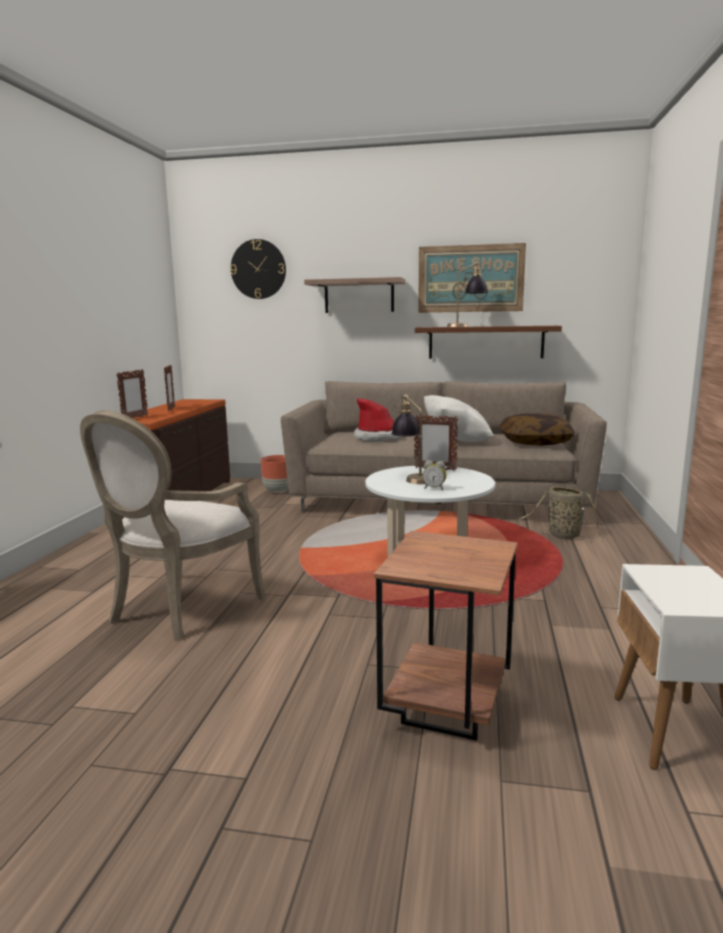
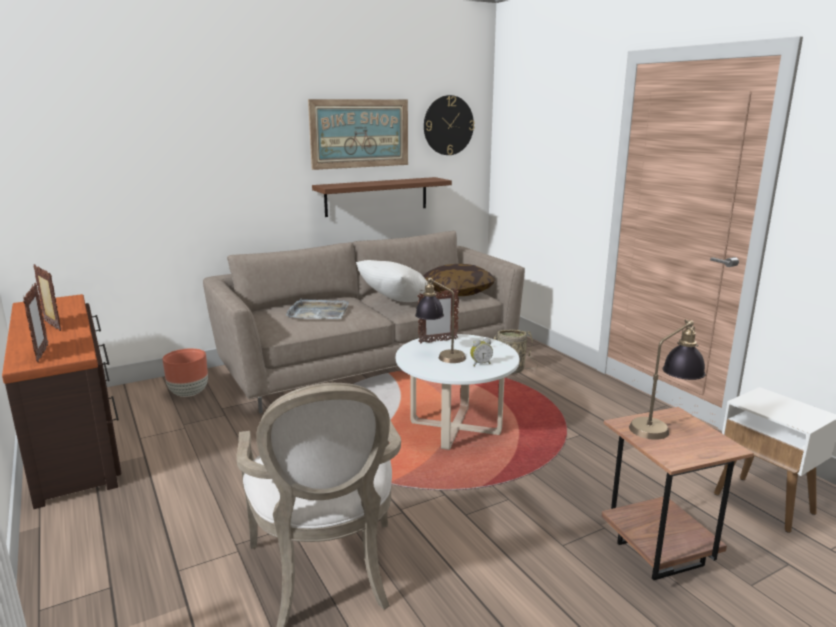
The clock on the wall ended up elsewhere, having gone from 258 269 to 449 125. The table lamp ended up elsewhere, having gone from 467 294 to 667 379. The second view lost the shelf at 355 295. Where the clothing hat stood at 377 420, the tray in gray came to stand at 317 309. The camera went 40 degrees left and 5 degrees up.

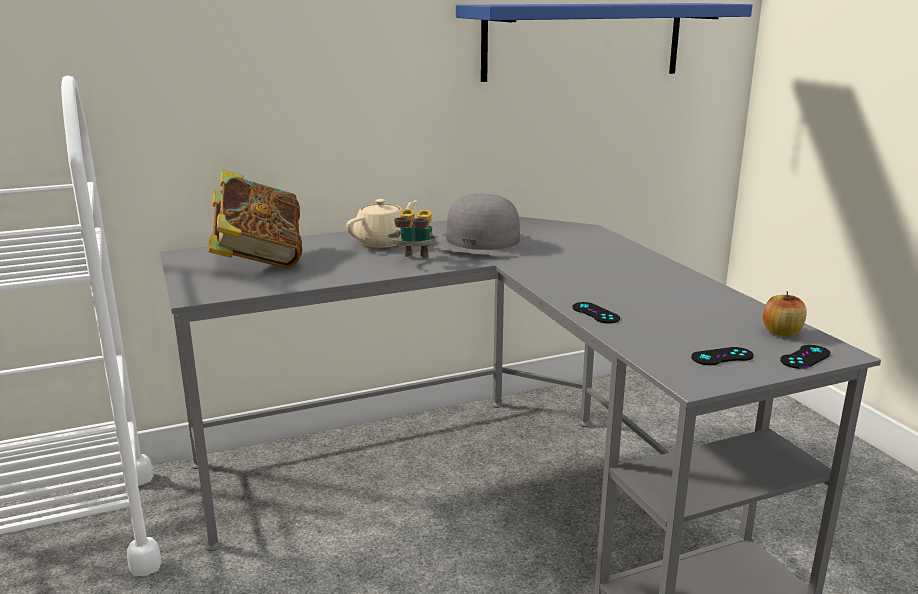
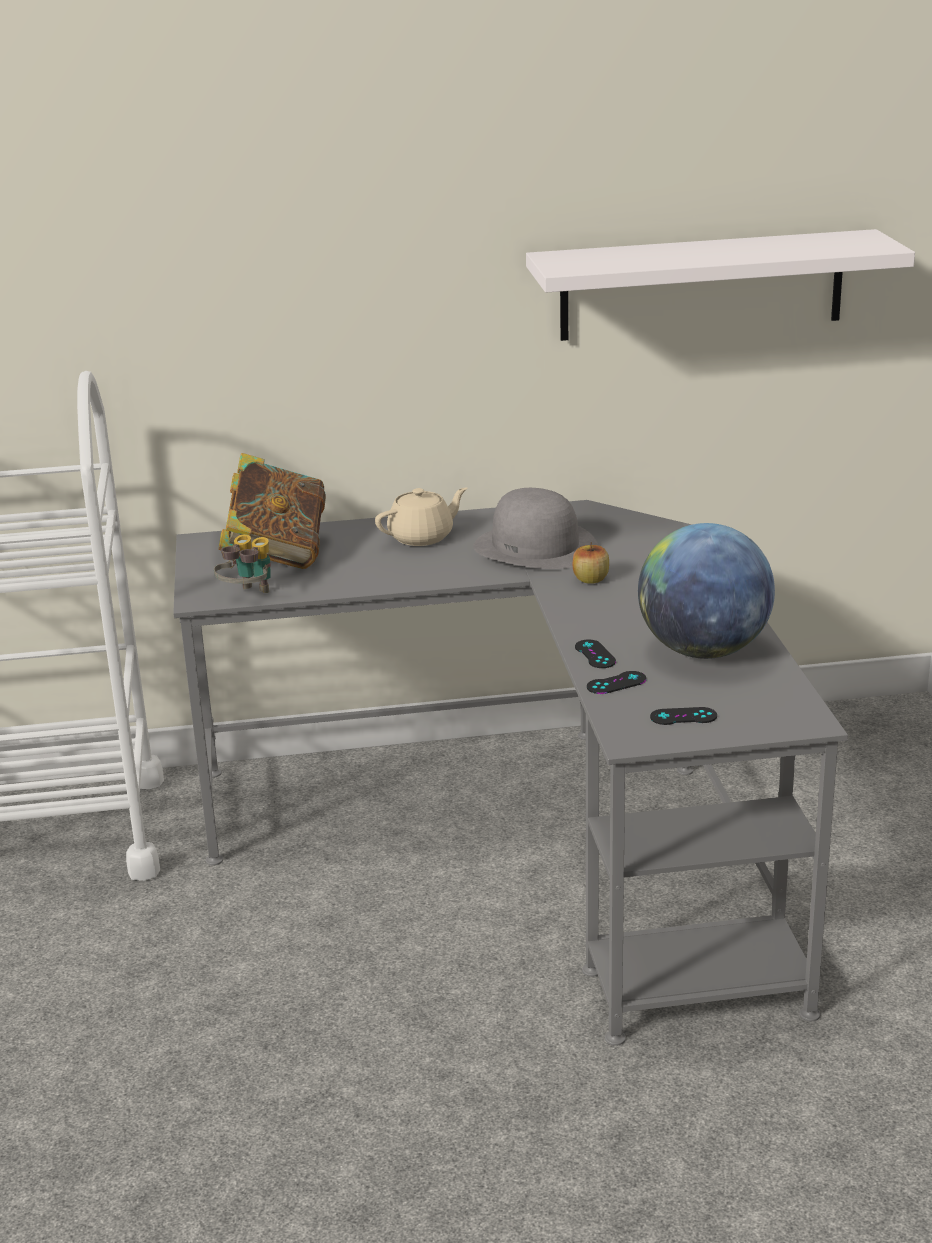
What was the shelf in blue at 604 42 turned into the shelf in white-coloured at 720 285. The binoculars ended up elsewhere, having gone from 411 233 to 242 563. The apple ended up elsewhere, having gone from 785 314 to 591 563. The game controller in black-coloured ended up elsewhere, having gone from 805 357 to 616 682. The second view gained the globe at 706 591. The camera went 15 degrees right and 5 degrees up.

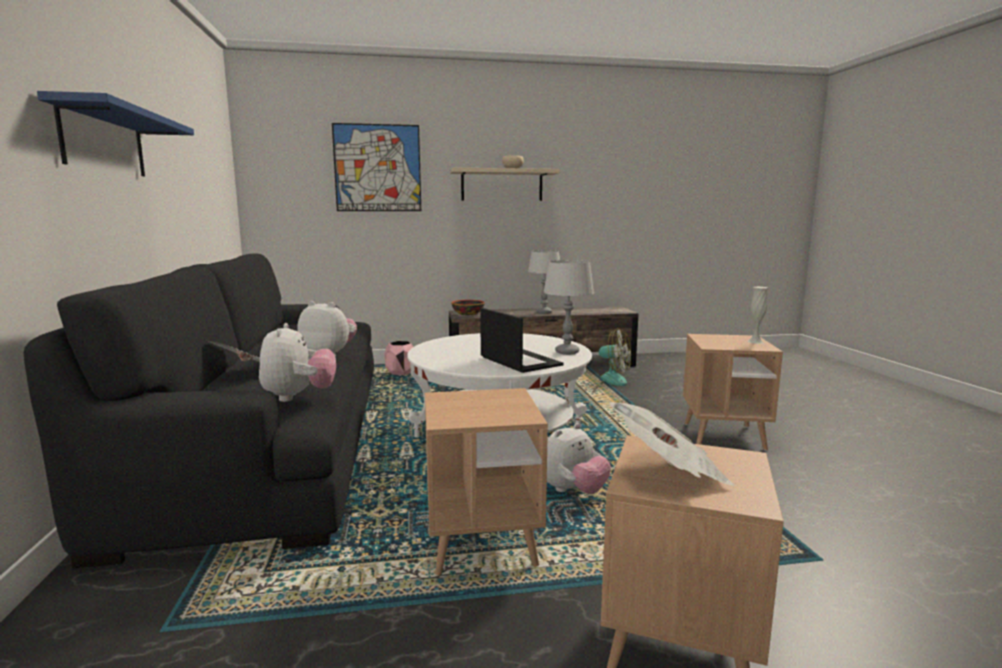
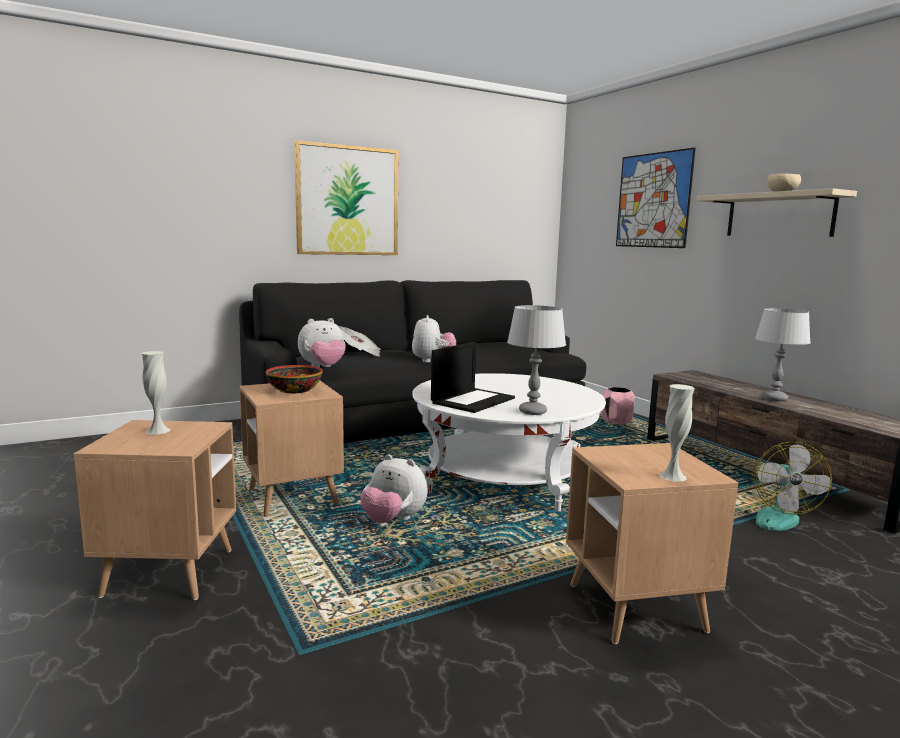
Where the shelf in blue hung at 115 133, the wall picture came to hang at 346 197. The deep dish ended up elsewhere, having gone from 468 307 to 294 379. Where the daily paper stood at 672 444, the flower vase in white-coloured came to stand at 155 392. The camera went 70 degrees right and 0 degrees up.

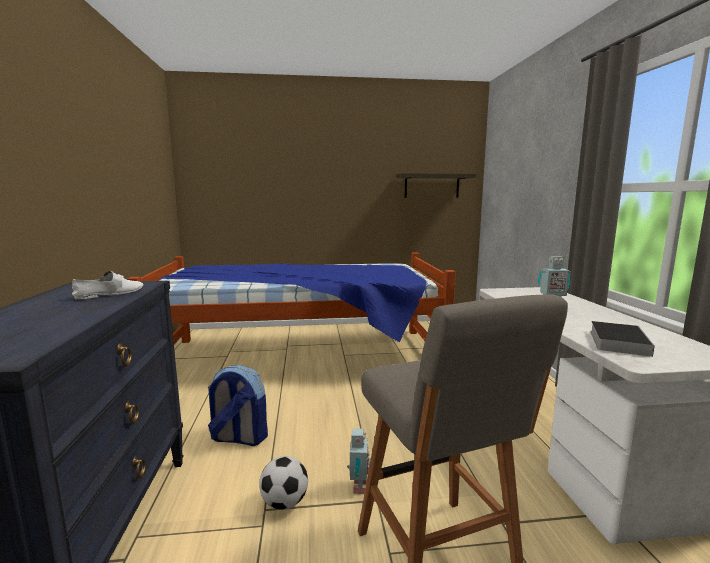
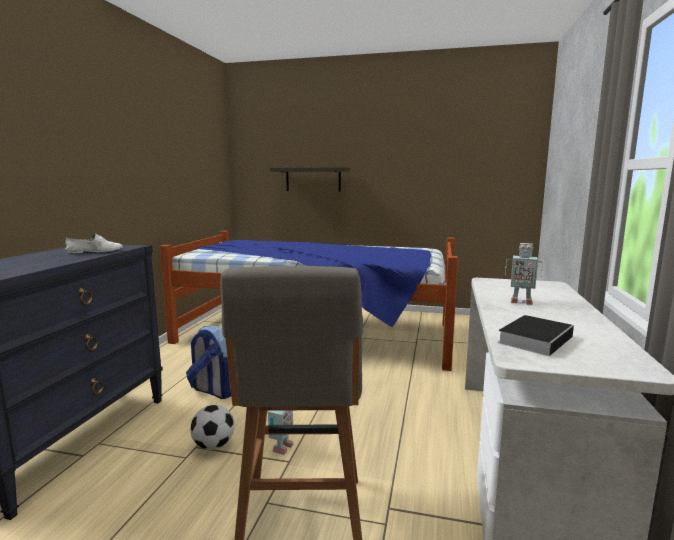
The shelf ended up elsewhere, having gone from 436 185 to 309 179. The camera went 20 degrees right and 0 degrees up.

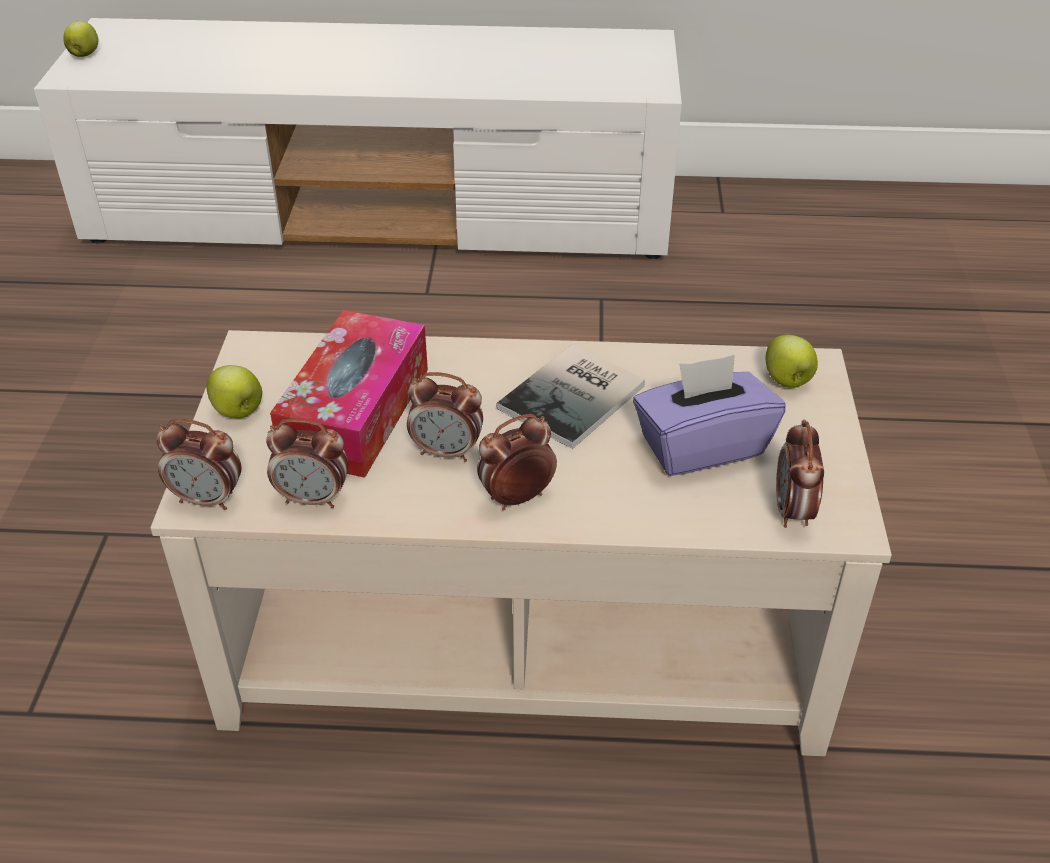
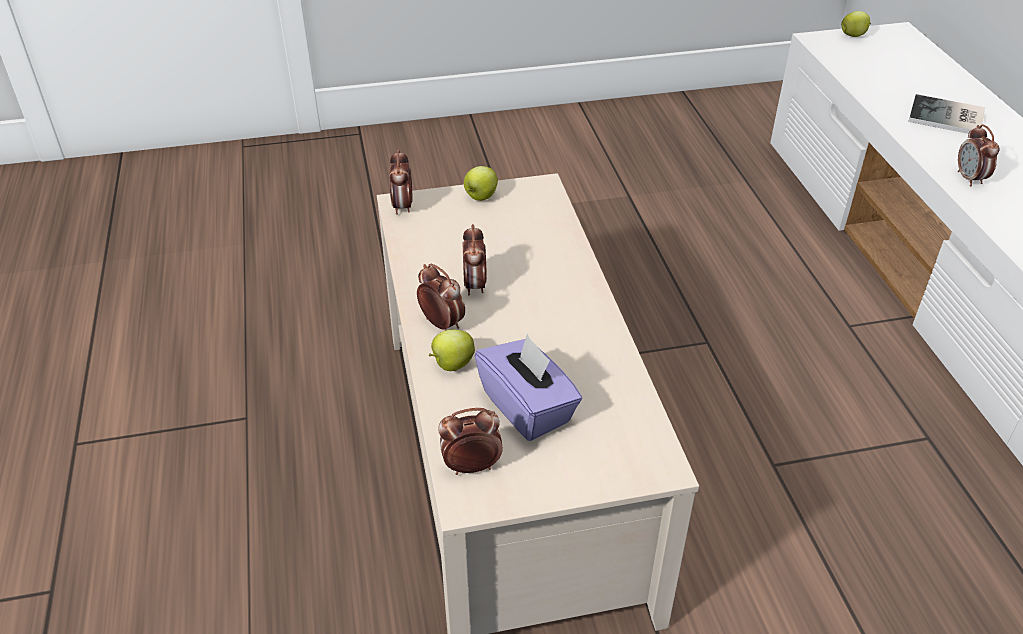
The second view lost the tissue box at 349 394. The apple ended up elsewhere, having gone from 792 361 to 452 350. The bound book ended up elsewhere, having gone from 570 396 to 946 114. The table clock ended up elsewhere, having gone from 307 463 to 979 155. The camera went 75 degrees right and 0 degrees up.

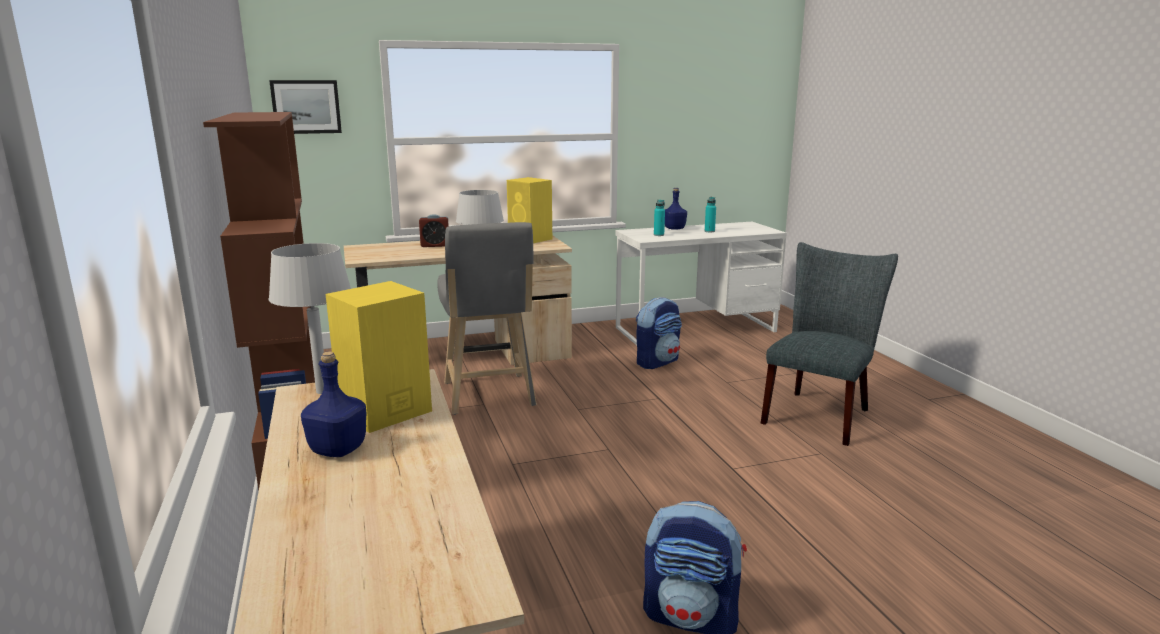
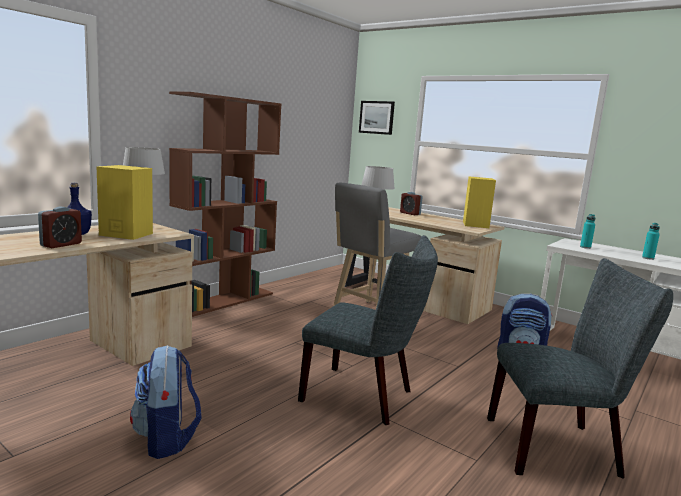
The second view lost the drink bottle in blue at 676 209. The second view gained the table clock at 60 227. The second view gained the chair in gray at 368 330. The camera went 55 degrees right and 5 degrees down.

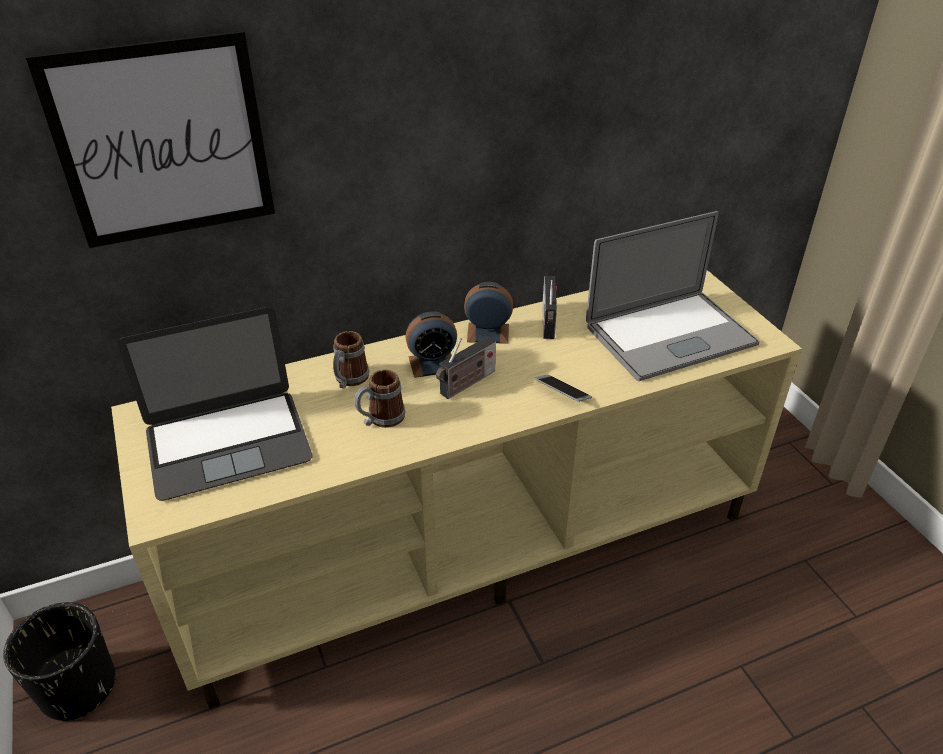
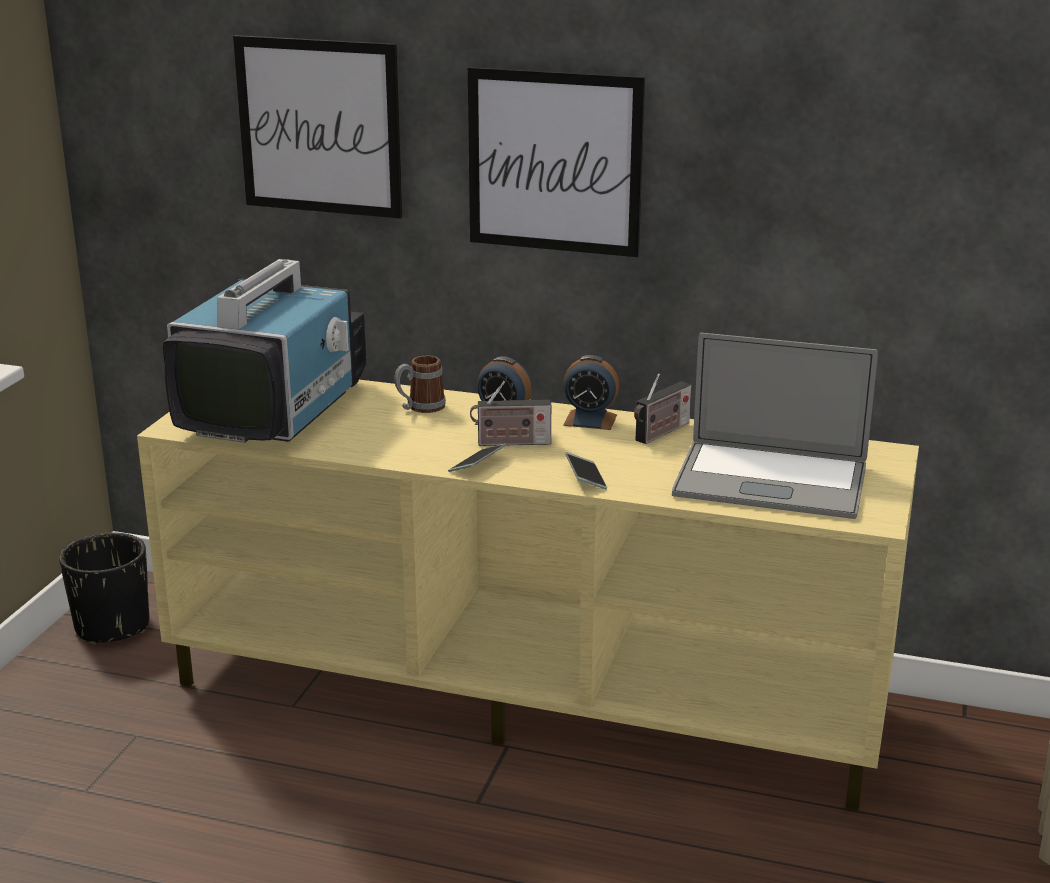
The table clock at 488 313 ended up facing another way, 150 degrees clockwise from before. Where the portable computer stood at 215 404, the TV set came to stand at 264 351. The second view lost the mug at 379 398. The second view gained the wall picture at 556 162. The second view gained the handset at 477 457. The camera went 40 degrees right and 15 degrees down.

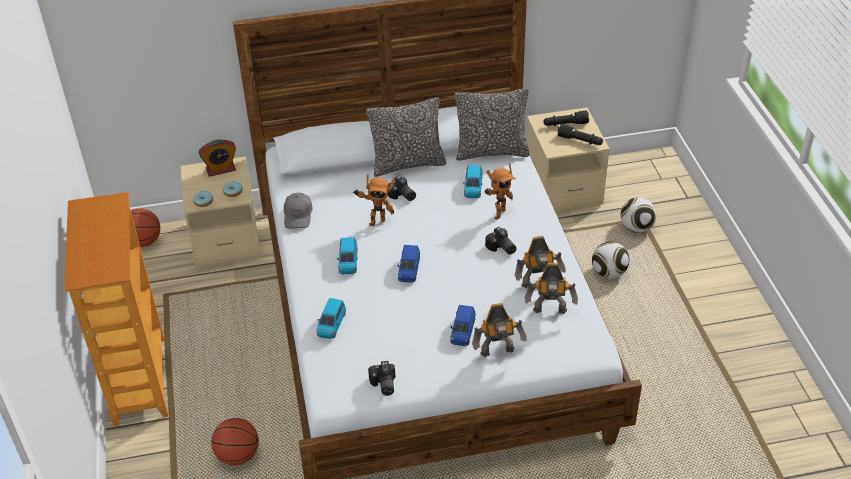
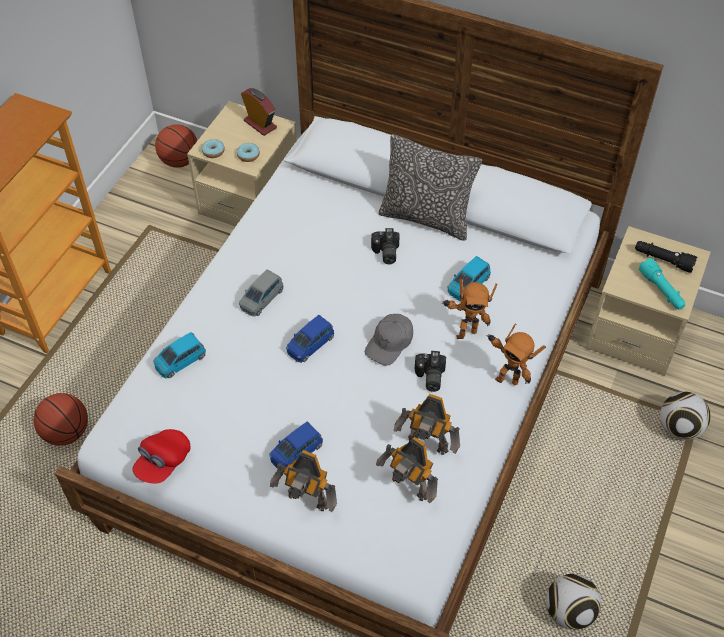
The second view lost the pillow at 492 124. What was the flashlight in black-coloured at 580 134 turned into the flashlight in blue-green at 662 284. The table clock at 217 158 ended up facing another way, 150 degrees counterclockwise from before. The model robot ended up elsewhere, having gone from 374 200 to 516 354. The baseball cap in gray ended up elsewhere, having gone from 298 211 to 389 340. What was the toy car in blue at 347 255 turned into the toy car in gray at 261 293. The football ended up elsewhere, having gone from 610 260 to 573 602. Where the photo camera stood at 382 378, the baseball cap in red came to stand at 161 456. The camera went 35 degrees right and 10 degrees up.

